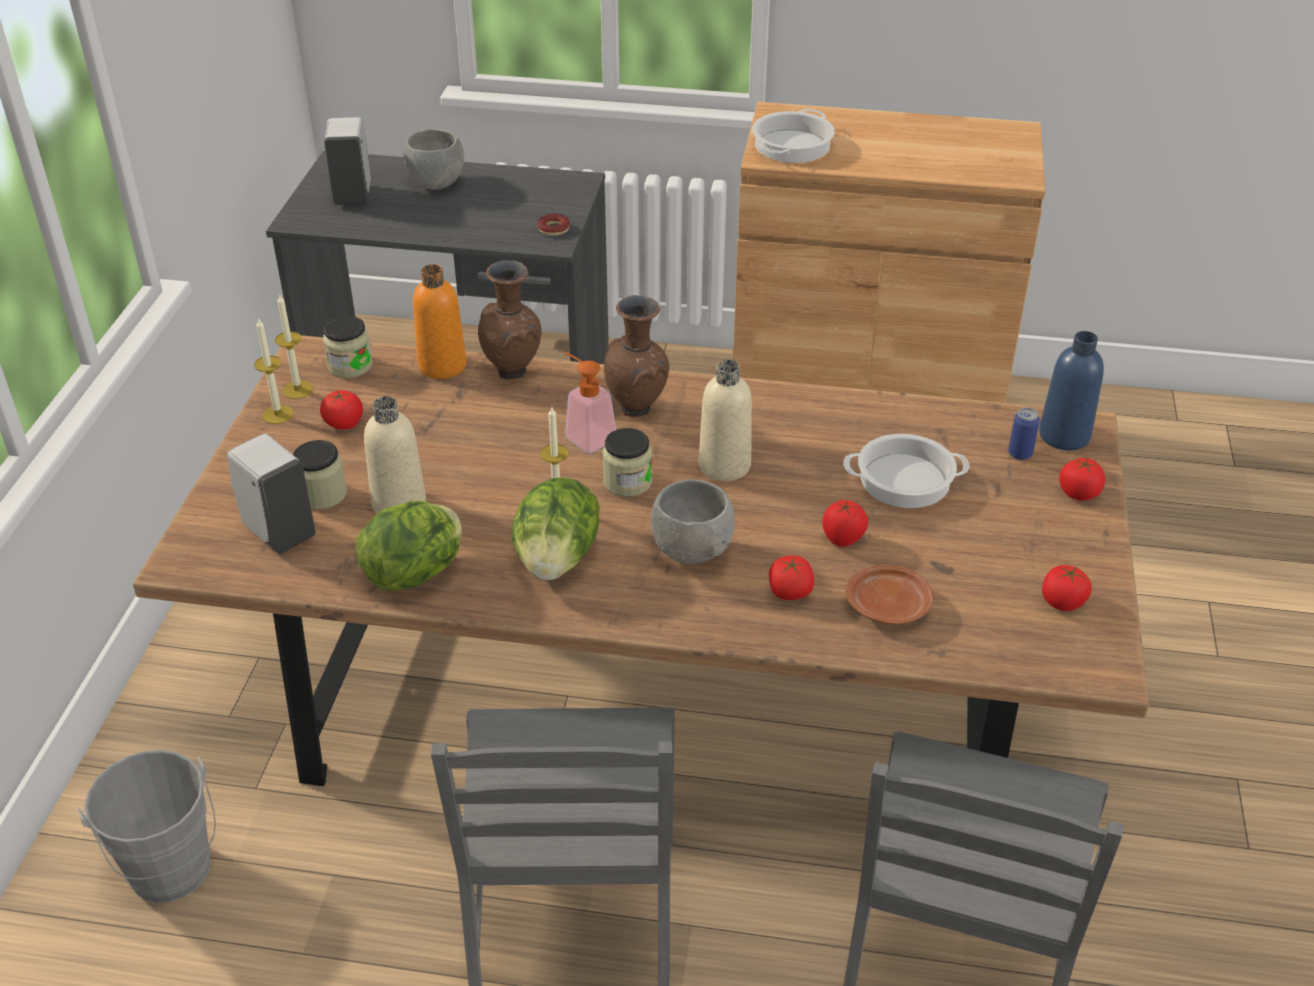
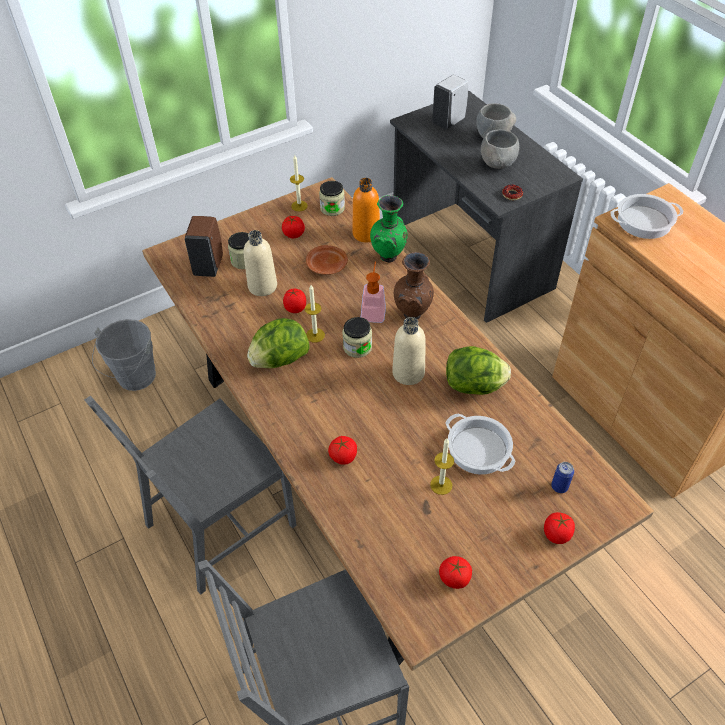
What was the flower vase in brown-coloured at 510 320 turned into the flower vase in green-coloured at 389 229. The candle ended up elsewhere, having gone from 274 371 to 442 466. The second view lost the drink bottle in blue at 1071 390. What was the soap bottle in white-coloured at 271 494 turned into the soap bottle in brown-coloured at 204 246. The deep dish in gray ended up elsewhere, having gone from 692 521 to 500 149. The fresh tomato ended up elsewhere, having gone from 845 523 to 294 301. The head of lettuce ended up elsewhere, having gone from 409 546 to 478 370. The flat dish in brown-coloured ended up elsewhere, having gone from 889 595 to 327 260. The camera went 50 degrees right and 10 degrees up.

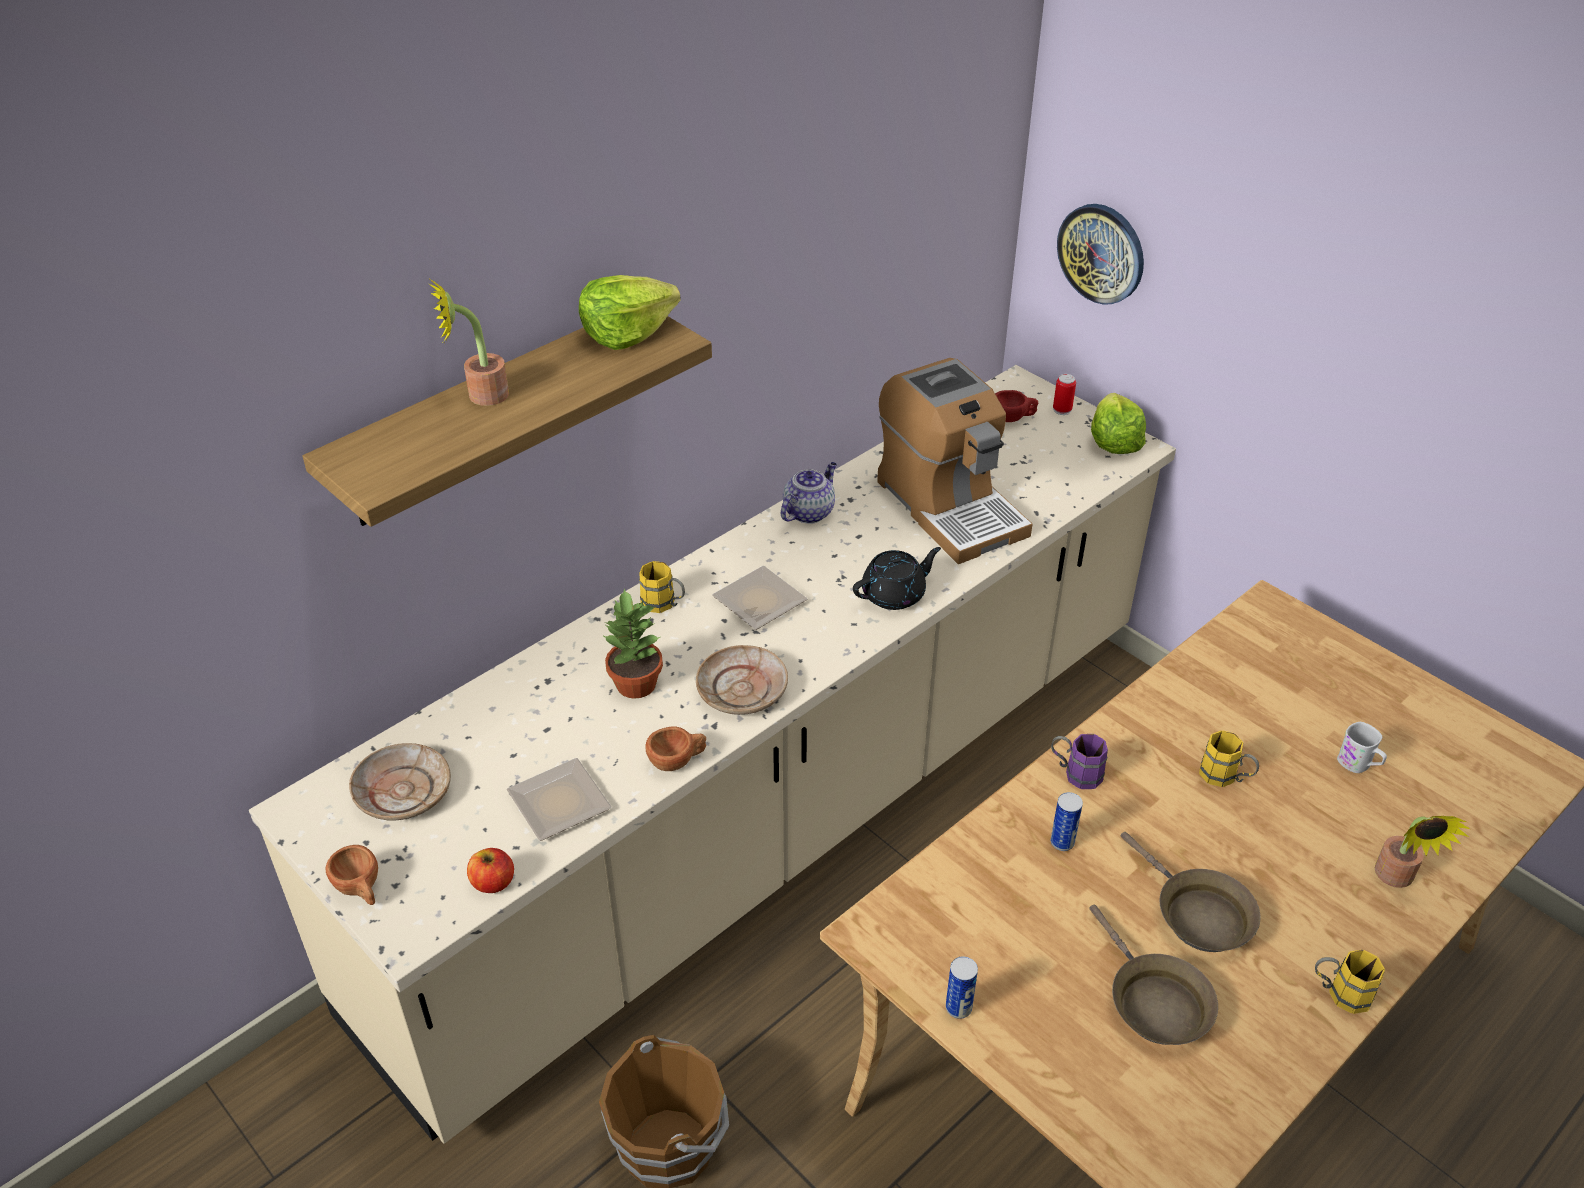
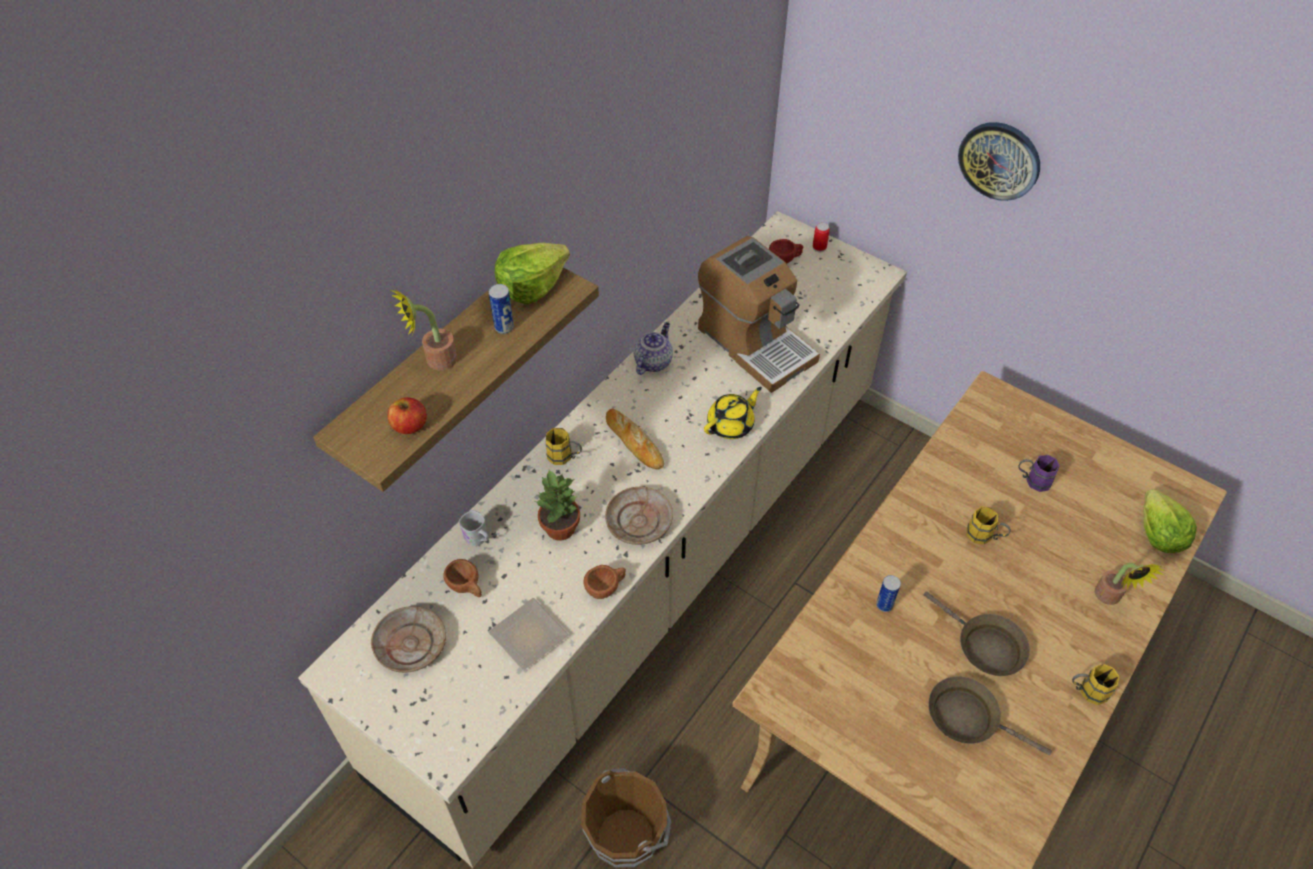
The clock on the wall ended up elsewhere, having gone from 1100 254 to 999 161. The head of lettuce ended up elsewhere, having gone from 1118 423 to 1170 521. What was the pot for tea in black-coloured at 897 578 turned into the pot for tea in yellowish at 733 413. Where the flat dish stood at 760 598, the bakery bread came to stand at 635 439. The mug in white-coloured ended up elsewhere, having gone from 1362 747 to 474 528. The mug in purple-coloured ended up elsewhere, having gone from 1079 761 to 1039 473. The drinking cup in brown-coloured ended up elsewhere, having gone from 352 875 to 462 578. The apple ended up elsewhere, having gone from 490 870 to 407 415. The pan in brown-coloured at 1153 975 ended up facing another way, 150 degrees clockwise from before. The can ended up elsewhere, having gone from 962 988 to 501 309. The camera went 10 degrees left and 10 degrees up.

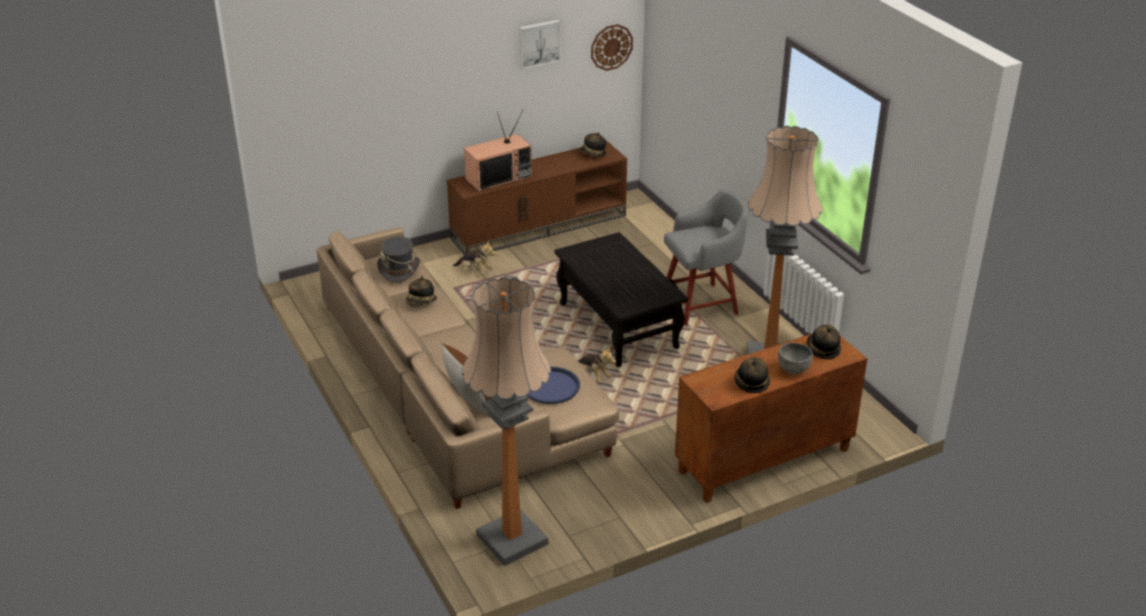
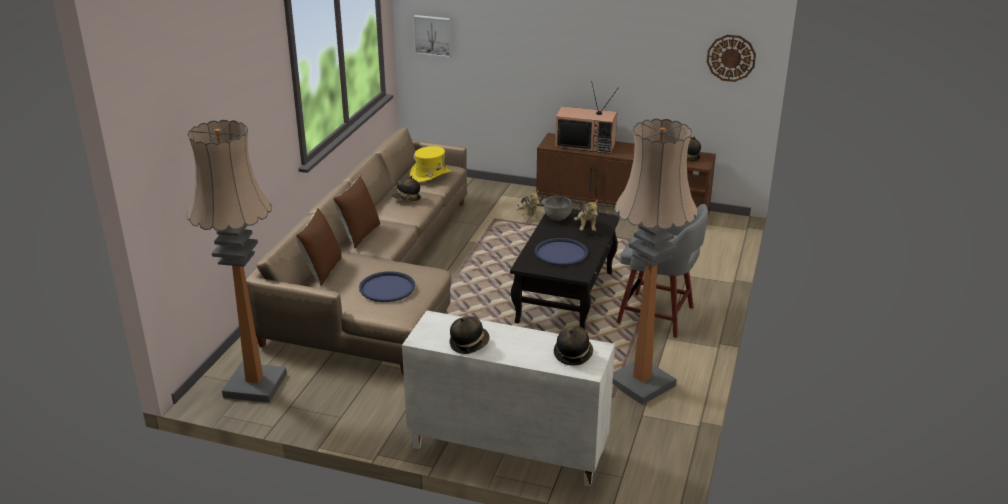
The wall picture ended up elsewhere, having gone from 539 44 to 432 36. What was the clothing hat in gray at 398 259 turned into the clothing hat in yellowish at 430 164. What was the storage cabinet in brown-coloured at 771 418 turned into the storage cabinet in white-coloured at 508 398. The deep dish in gray ended up elsewhere, having gone from 795 358 to 558 208. The cuddly toy ended up elsewhere, having gone from 597 365 to 586 215. The second view gained the pillow in brown-coloured at 356 212. The second view gained the tray in blue at 561 252. The camera went 45 degrees right and 5 degrees down.

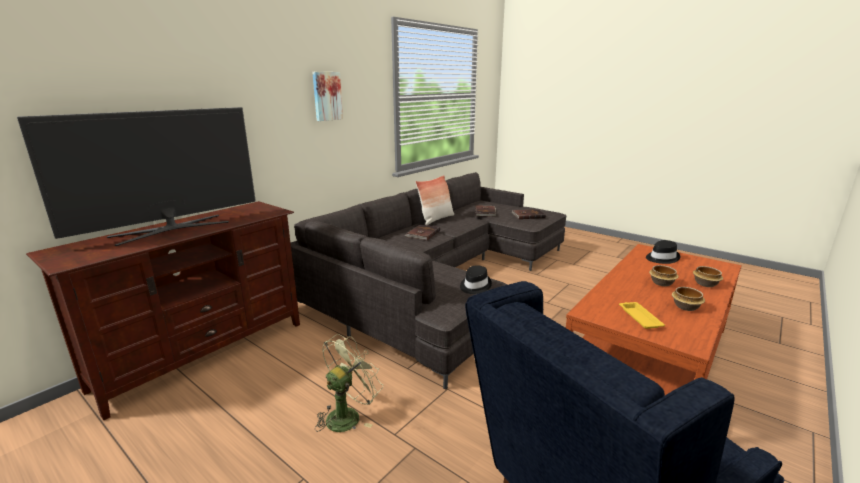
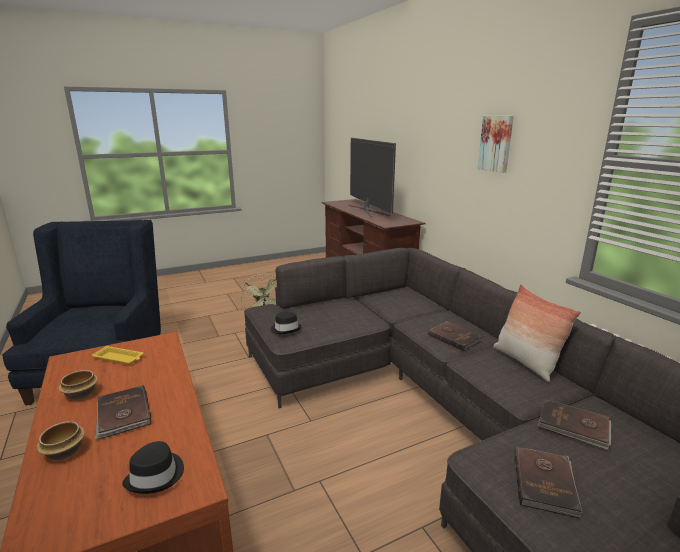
Where the deep dish stood at 664 275, the bound book in brown-coloured came to stand at 123 412. The camera went 115 degrees right and 0 degrees up.

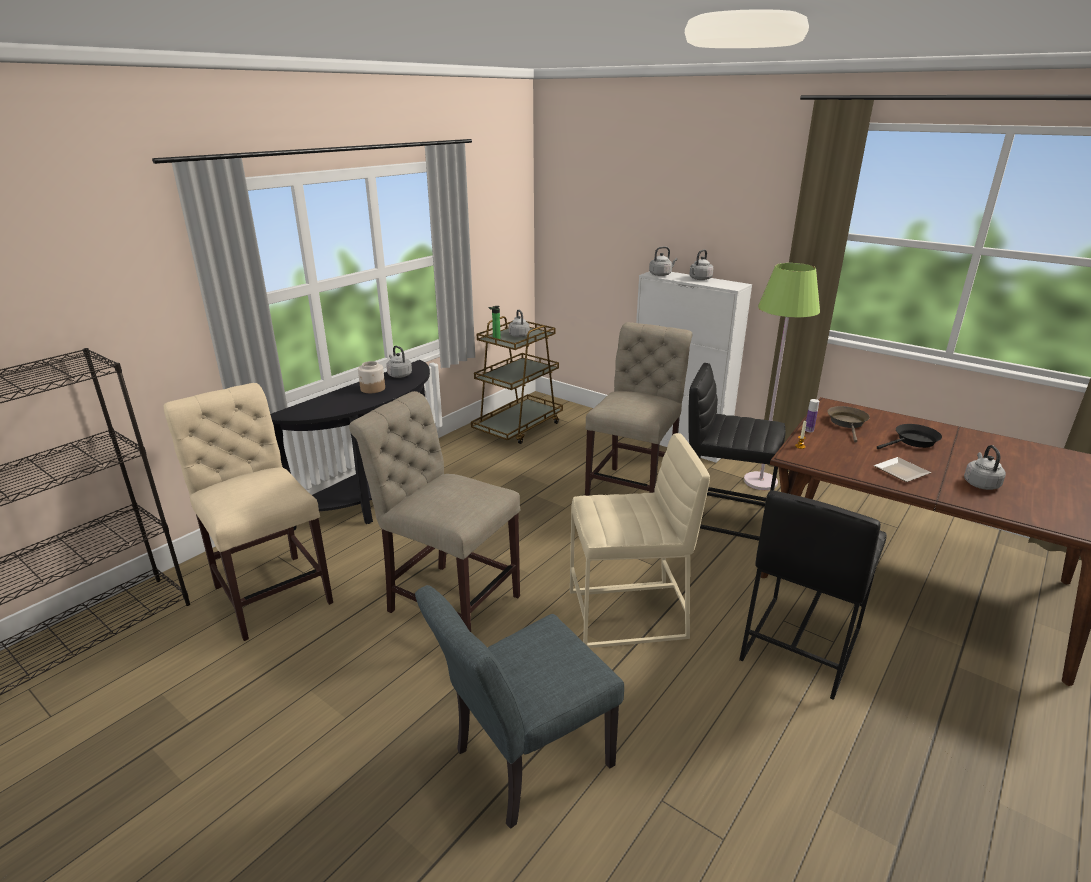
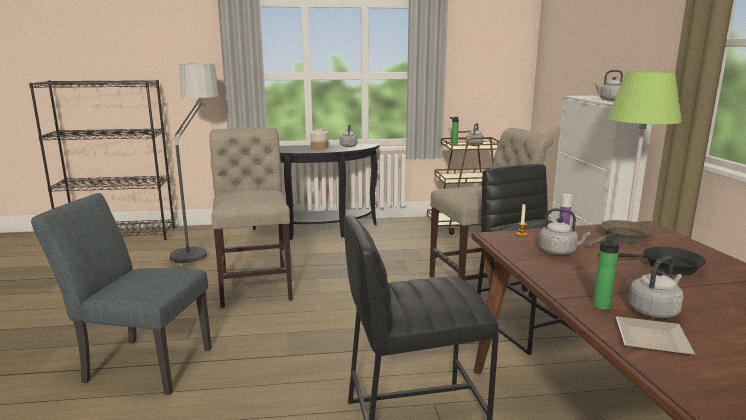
The tea kettle in gray ended up elsewhere, having gone from 663 261 to 565 231. Where the chair in beige stood at 248 512, the standard lamp came to stand at 193 165. The second view lost the stool in beige at 640 540. The flat dish ended up elsewhere, having gone from 902 469 to 655 336. The second view gained the drink bottle at 606 272. The camera went 45 degrees right and 10 degrees down.

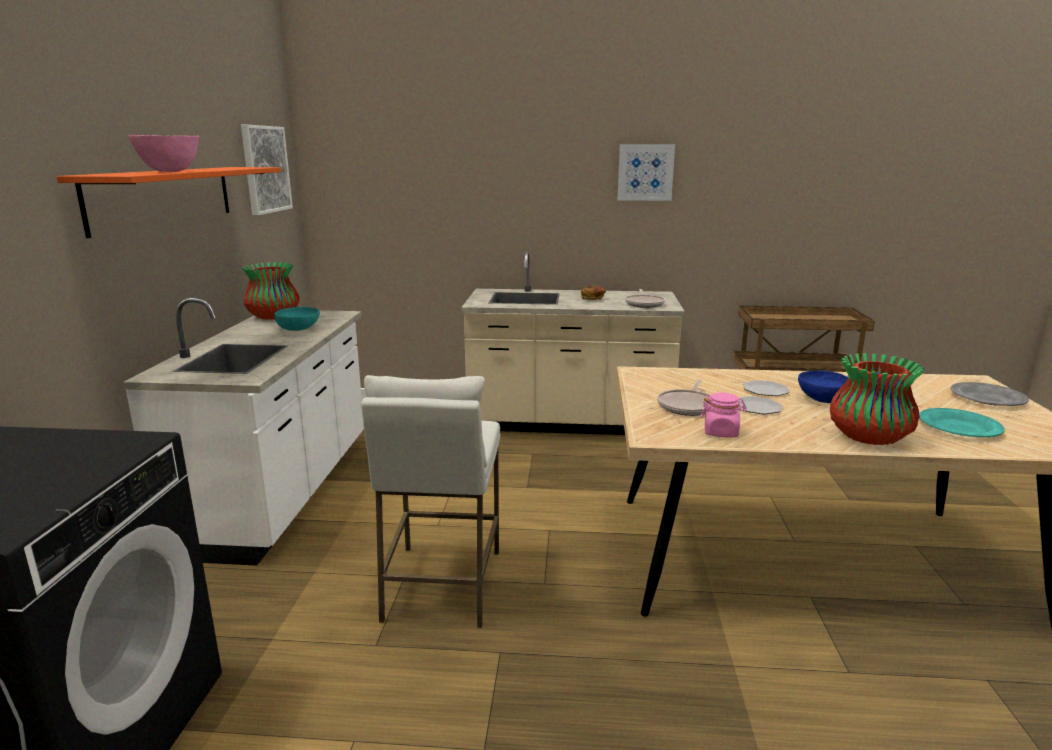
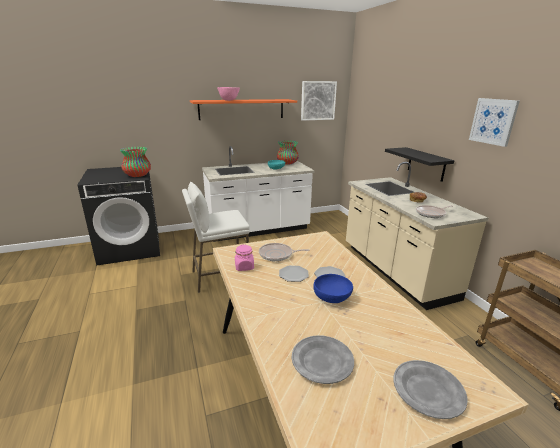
The flower vase ended up elsewhere, having gone from 877 399 to 135 162. What was the flat dish in blue-green at 962 422 turned into the flat dish in gray at 323 359. The second view gained the shelf in black-coloured at 419 164. The camera went 65 degrees right and 5 degrees up.

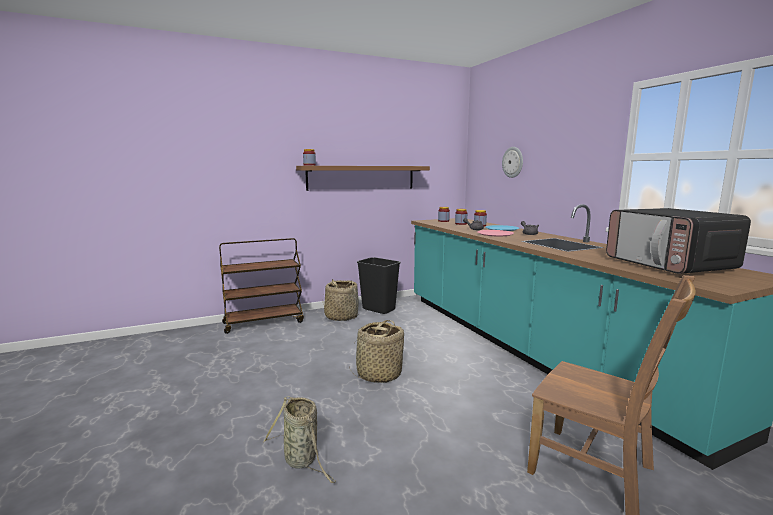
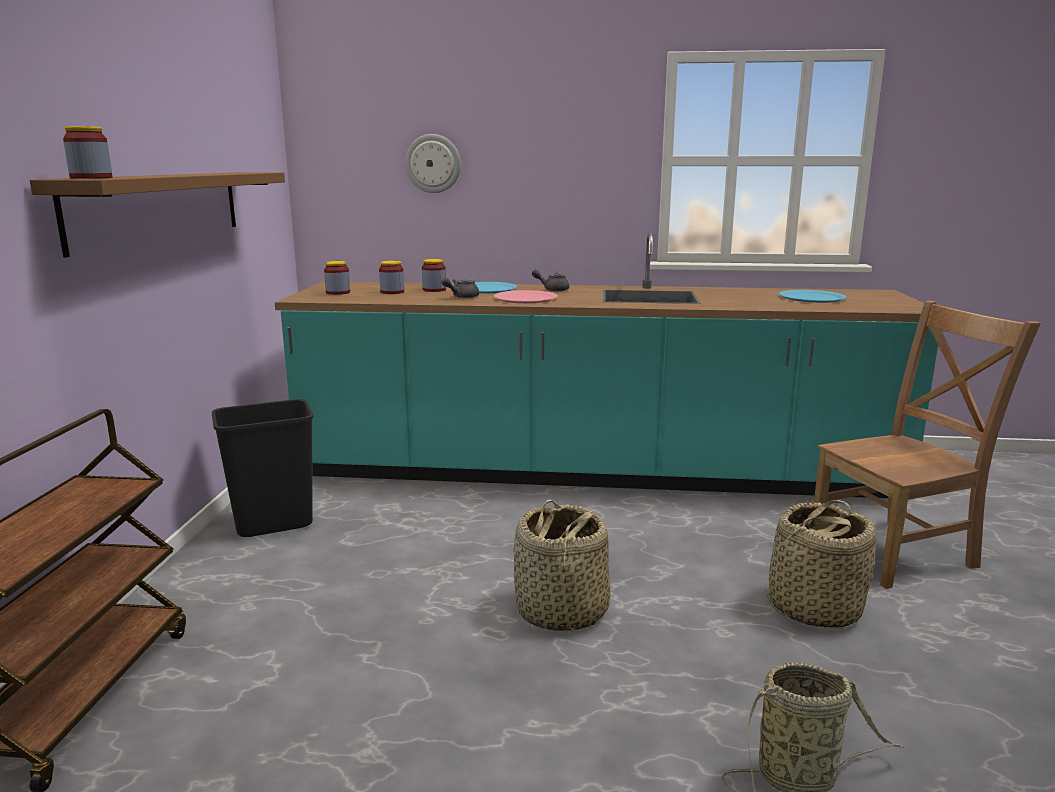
Where the microwave stood at 678 241, the flat dish in blue came to stand at 812 296. The household basket ended up elsewhere, having gone from 341 300 to 820 564. The camera went 60 degrees left and 5 degrees up.

